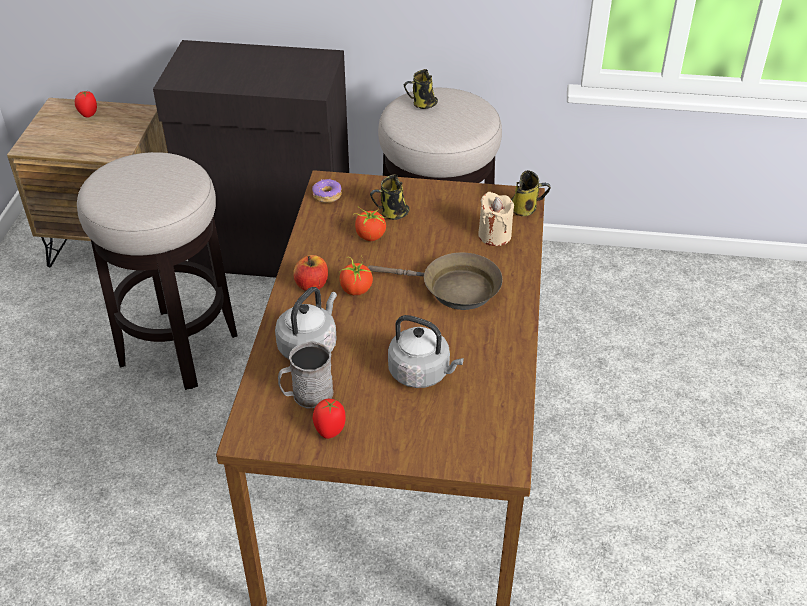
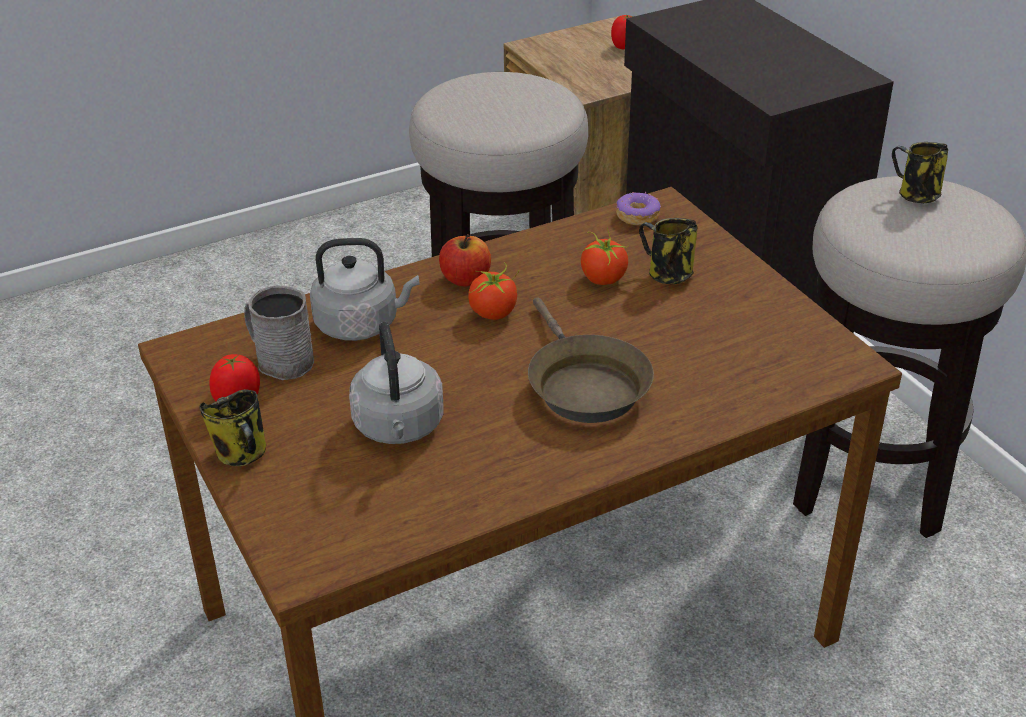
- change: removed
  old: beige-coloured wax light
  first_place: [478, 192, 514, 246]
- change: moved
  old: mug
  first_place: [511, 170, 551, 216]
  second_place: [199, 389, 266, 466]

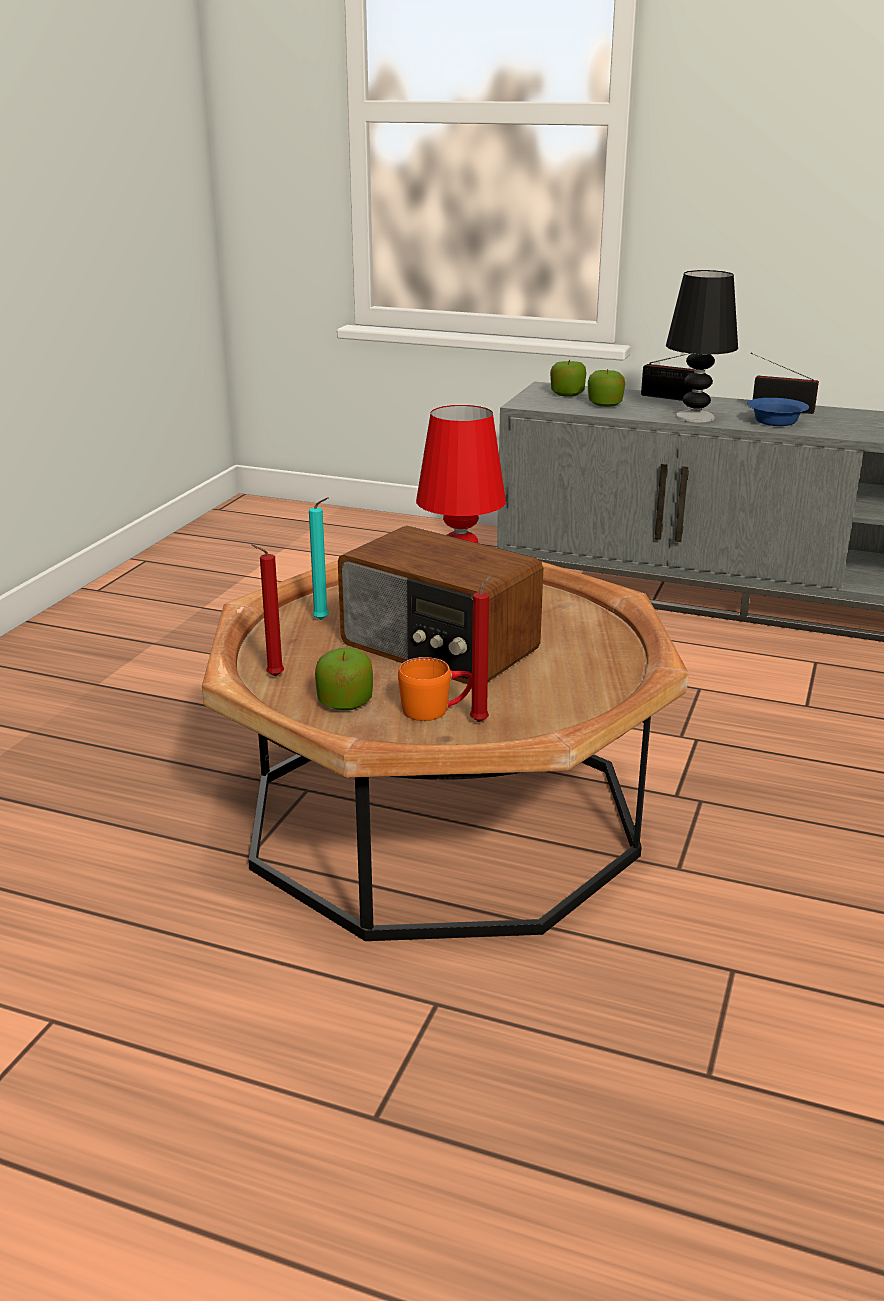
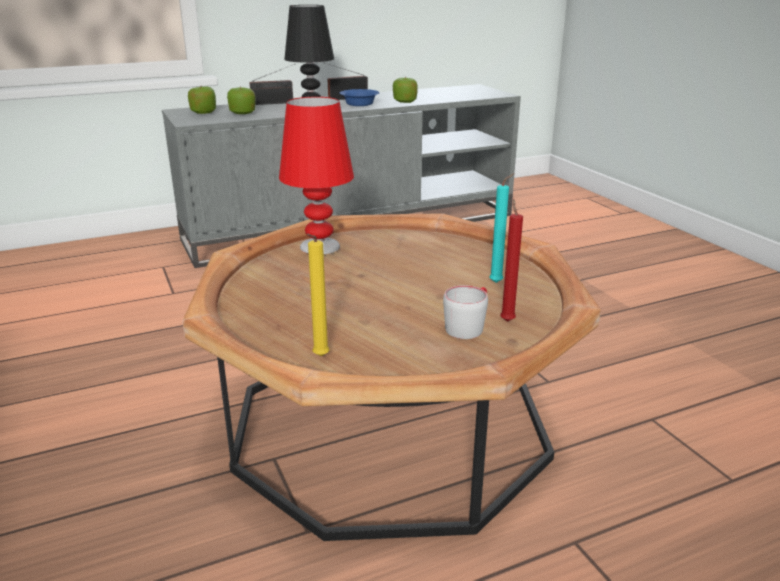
- change: recoloured
  old: red wax light
  new: yellow wax light
  first_place: [251, 544, 284, 677]
  second_place: [307, 234, 329, 356]
- change: moved
  old: blue-green wax light
  first_place: [309, 497, 329, 620]
  second_place: [490, 173, 514, 283]
- change: moved
  old: apple fruit
  first_place: [315, 647, 373, 711]
  second_place: [393, 77, 418, 103]
- change: removed
  old: radio receiver
  first_place: [338, 526, 543, 684]
- change: recoloured
  old: orange-coloured mug
  new: greyish mug
  first_place: [398, 657, 472, 721]
  second_place: [443, 285, 488, 339]

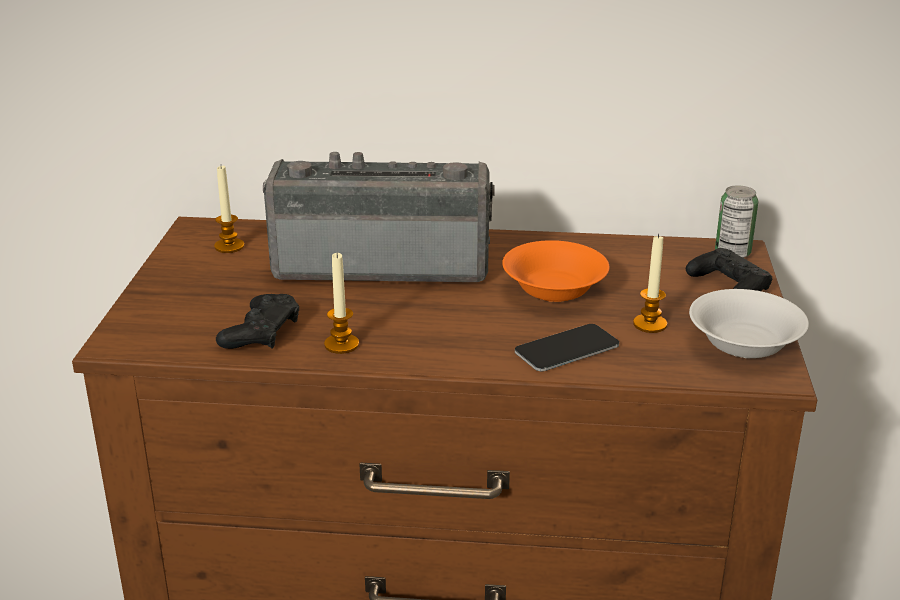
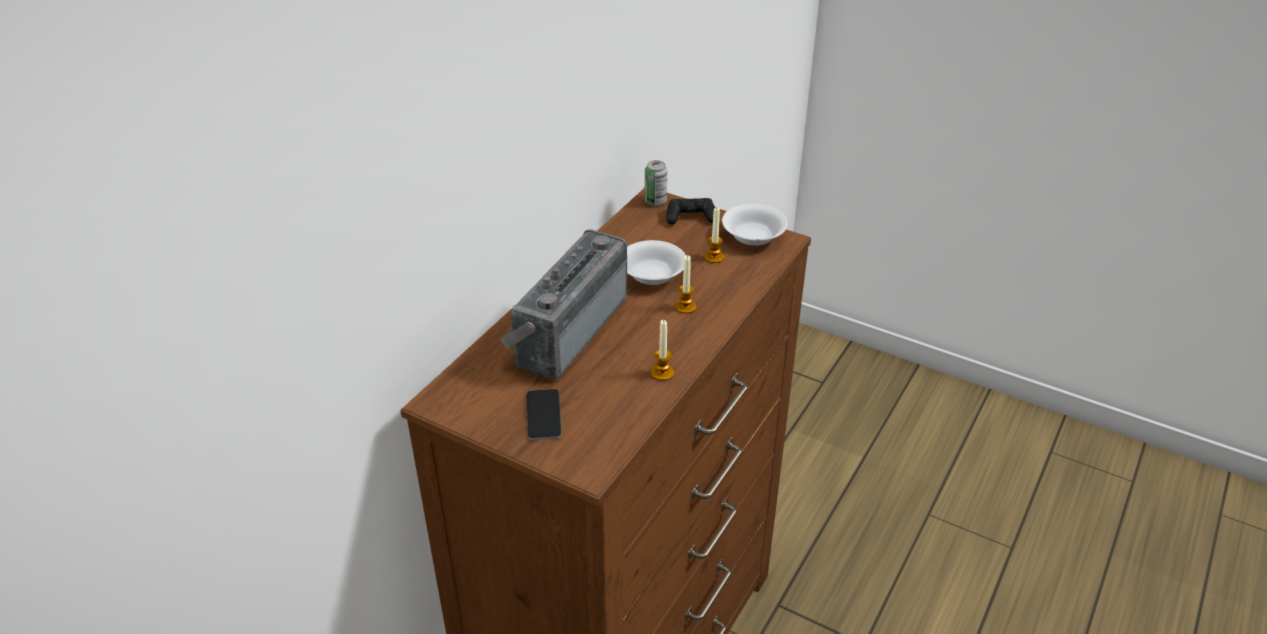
- change: moved
  old: wax light
  first_place: [214, 166, 244, 253]
  second_place: [675, 255, 696, 314]
- change: removed
  old: black game controller
  first_place: [216, 294, 299, 349]
- change: recoloured
  old: orange-coloured serving bowl
  new: white serving bowl
  first_place: [502, 240, 610, 302]
  second_place: [627, 240, 686, 285]
- change: moved
  old: handset
  first_place: [515, 324, 619, 371]
  second_place: [527, 389, 562, 440]

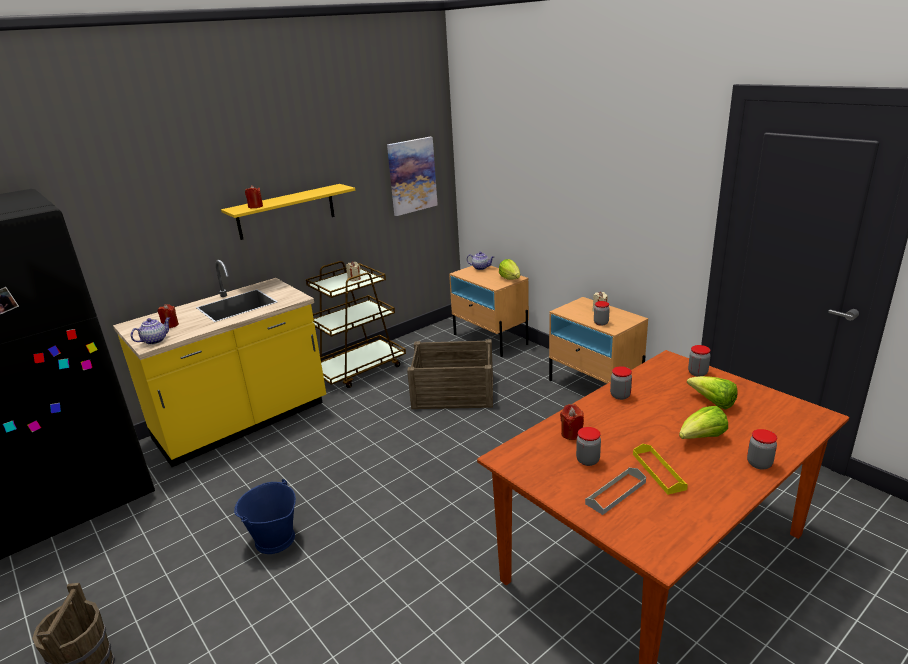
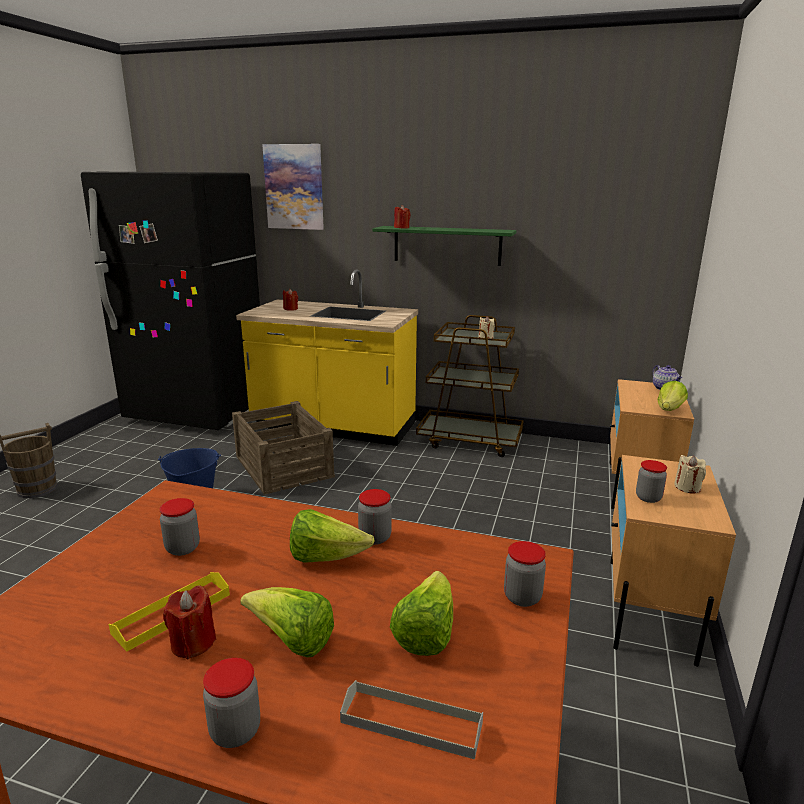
- change: removed
  old: tea pot
  first_place: [131, 317, 170, 345]
- change: recoloured
  old: yellow bracket shelf
  new: greenish bracket shelf
  first_place: [221, 184, 355, 240]
  second_place: [372, 226, 517, 266]
- change: moved
  old: picture
  first_place: [387, 137, 438, 216]
  second_place: [262, 144, 324, 230]
- change: moved
  old: crate
  first_place: [407, 339, 493, 409]
  second_place: [232, 401, 335, 495]
- change: moved
  old: red wax light
  first_place: [560, 404, 584, 440]
  second_place: [163, 585, 216, 659]
- change: moved
  old: greyish tray
  first_place: [585, 468, 646, 515]
  second_place: [340, 680, 483, 759]
- change: added
  new: head of lettuce
  second_place: [290, 509, 375, 563]

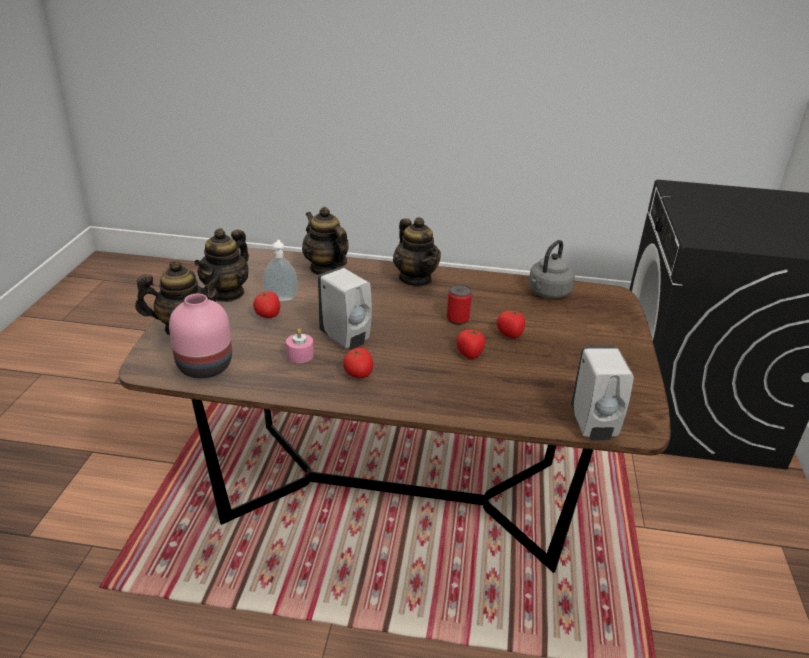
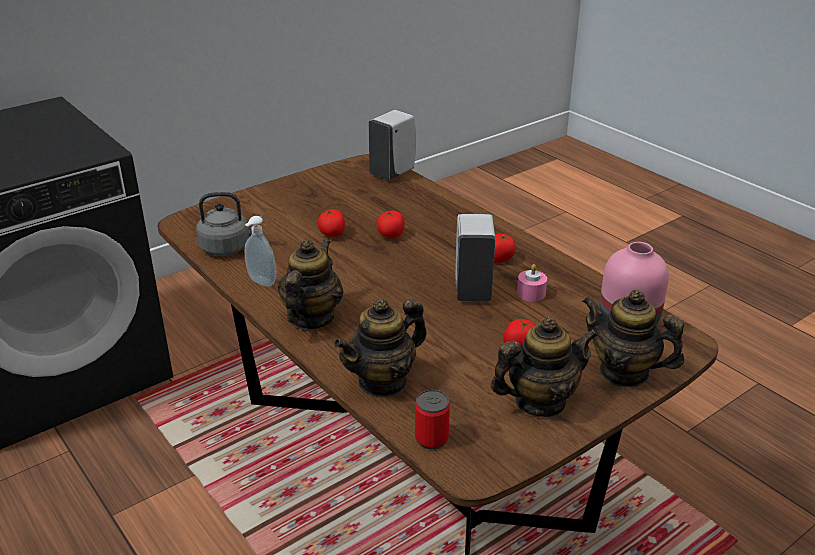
- change: moved
  old: soap dispenser
  first_place: [263, 240, 298, 301]
  second_place: [245, 216, 277, 287]
- change: turned
  old: tea pot
  first_place: [302, 207, 349, 275]
  second_place: [334, 298, 427, 398]
  degrees: 45
- change: moved
  old: sealed can
  first_place: [447, 284, 472, 325]
  second_place: [415, 390, 450, 449]

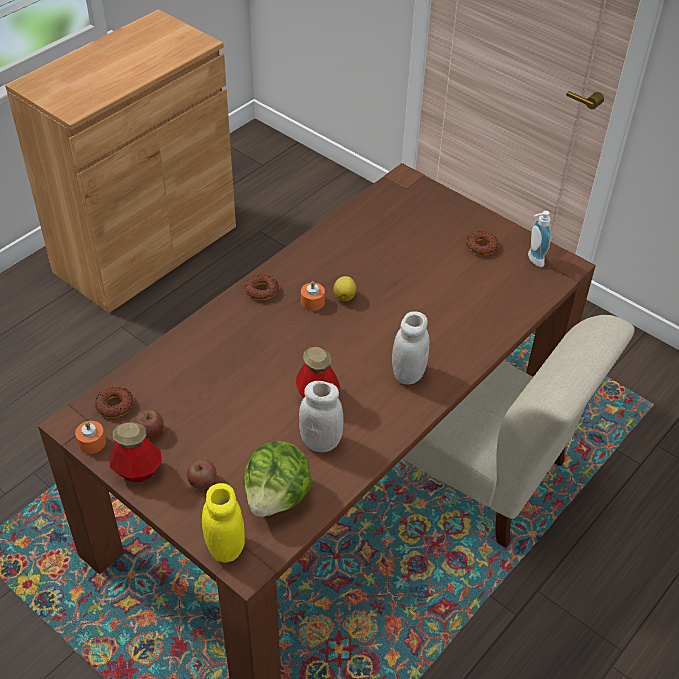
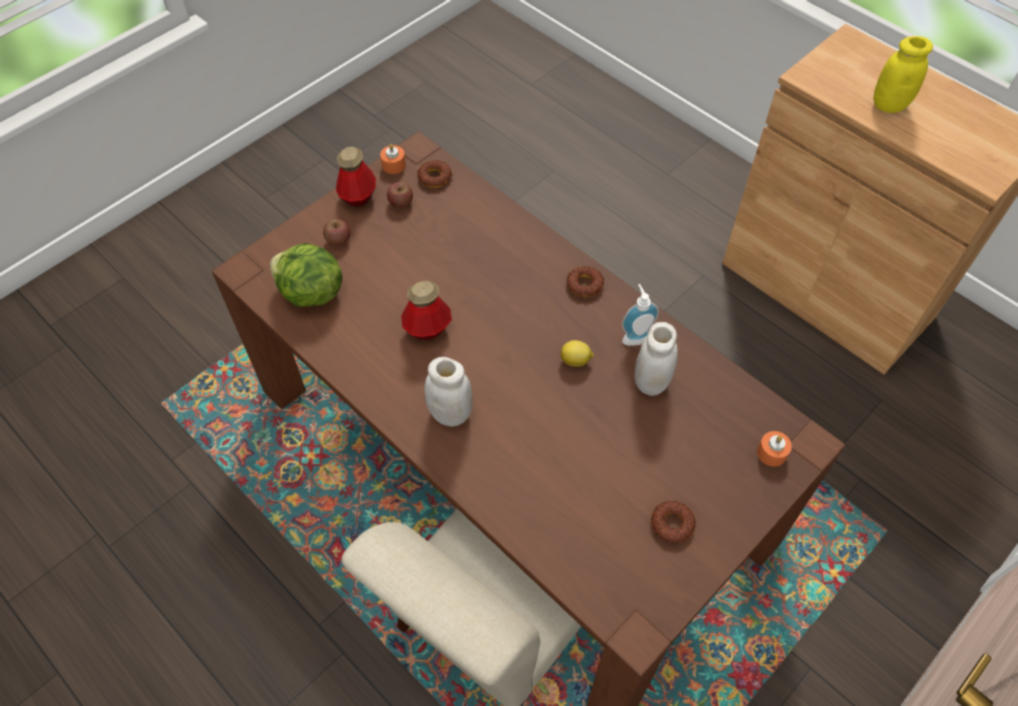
- change: moved
  old: yellow jar
  first_place: [202, 483, 245, 563]
  second_place: [874, 36, 933, 113]
- change: moved
  old: white jar
  first_place: [299, 381, 344, 452]
  second_place: [634, 322, 678, 396]
- change: moved
  old: orange-coloured wax light
  first_place: [301, 281, 325, 311]
  second_place: [757, 431, 792, 467]
- change: moved
  old: soap dispenser
  first_place: [528, 211, 551, 267]
  second_place: [622, 284, 659, 346]

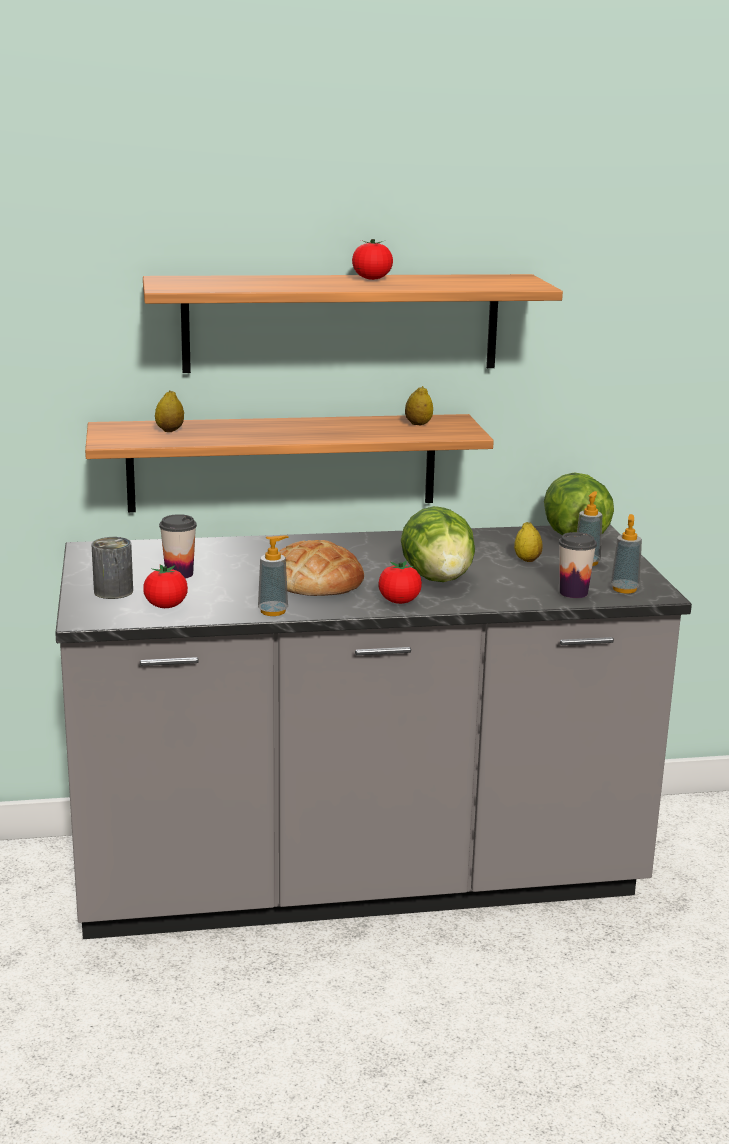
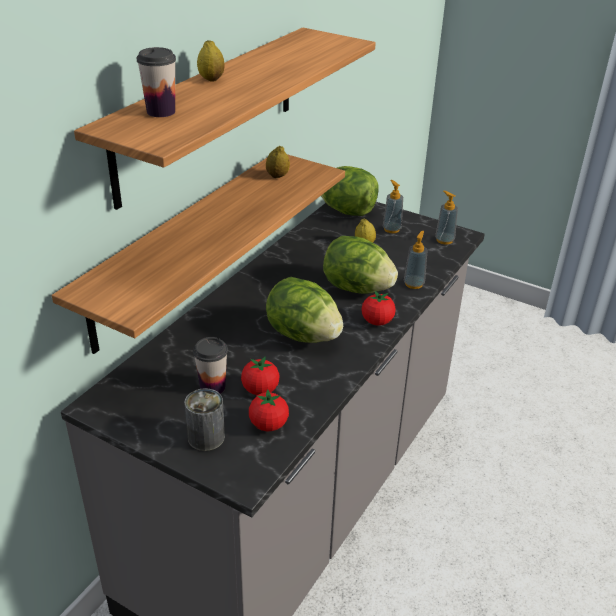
- change: moved
  old: citrus fruit
  first_place: [155, 390, 184, 432]
  second_place: [197, 40, 225, 82]
- change: moved
  old: soap dispenser
  first_place: [258, 535, 289, 616]
  second_place: [404, 231, 428, 289]
- change: replaced
  old: bread
  new: head of lettuce
  first_place: [279, 540, 364, 596]
  second_place: [266, 277, 343, 343]
- change: moved
  old: tomato
  first_place: [352, 239, 393, 280]
  second_place: [241, 356, 279, 395]
- change: moved
  old: drinking cup
  first_place: [559, 532, 597, 598]
  second_place: [137, 47, 176, 117]

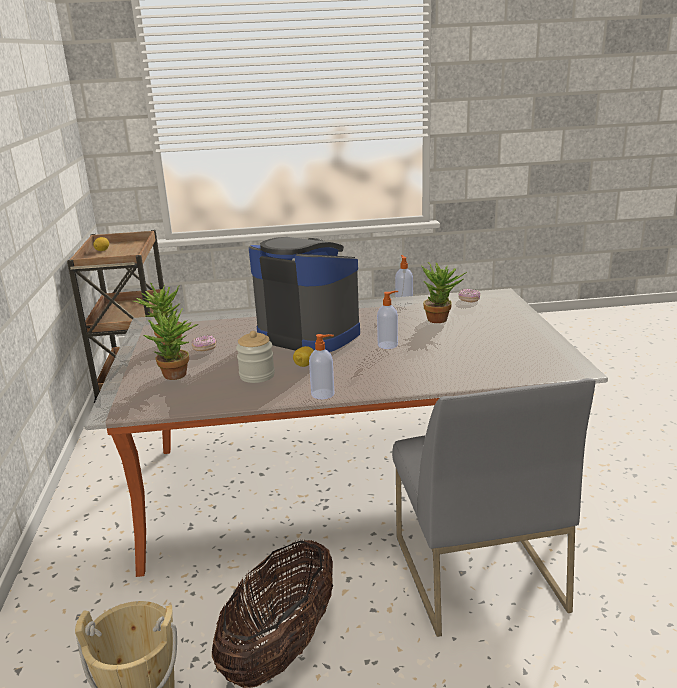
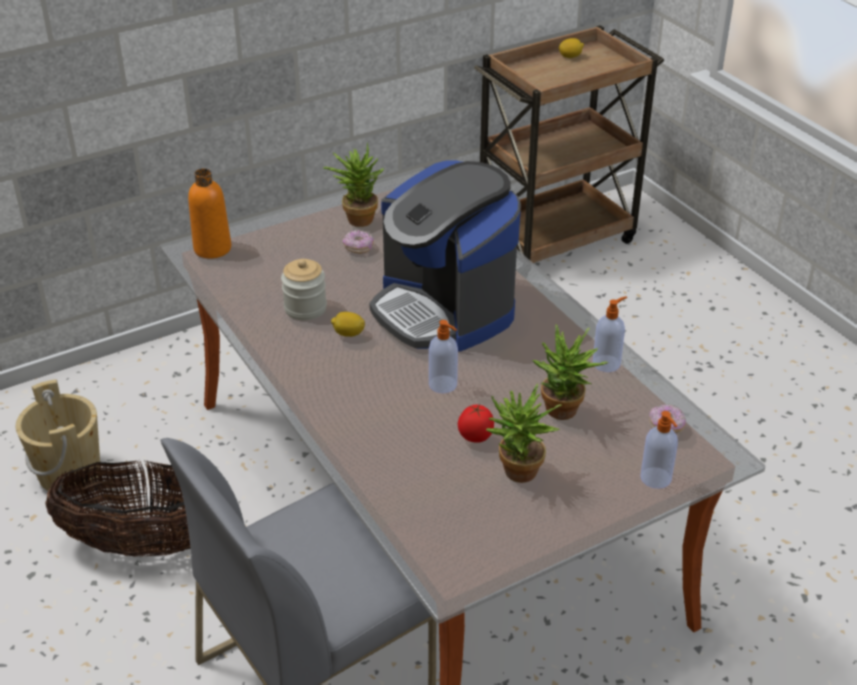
- change: moved
  old: potted plant
  first_place: [144, 308, 198, 380]
  second_place: [486, 384, 561, 483]
- change: turned
  old: coffee maker
  first_place: [249, 237, 360, 352]
  second_place: [370, 161, 521, 352]
  degrees: 135
- change: moved
  old: soap dispenser
  first_place: [309, 334, 334, 399]
  second_place: [640, 411, 678, 489]
- change: added
  new: orange-coloured bottle
  second_place: [188, 168, 231, 259]
- change: added
  new: tomato
  second_place: [458, 404, 494, 443]

